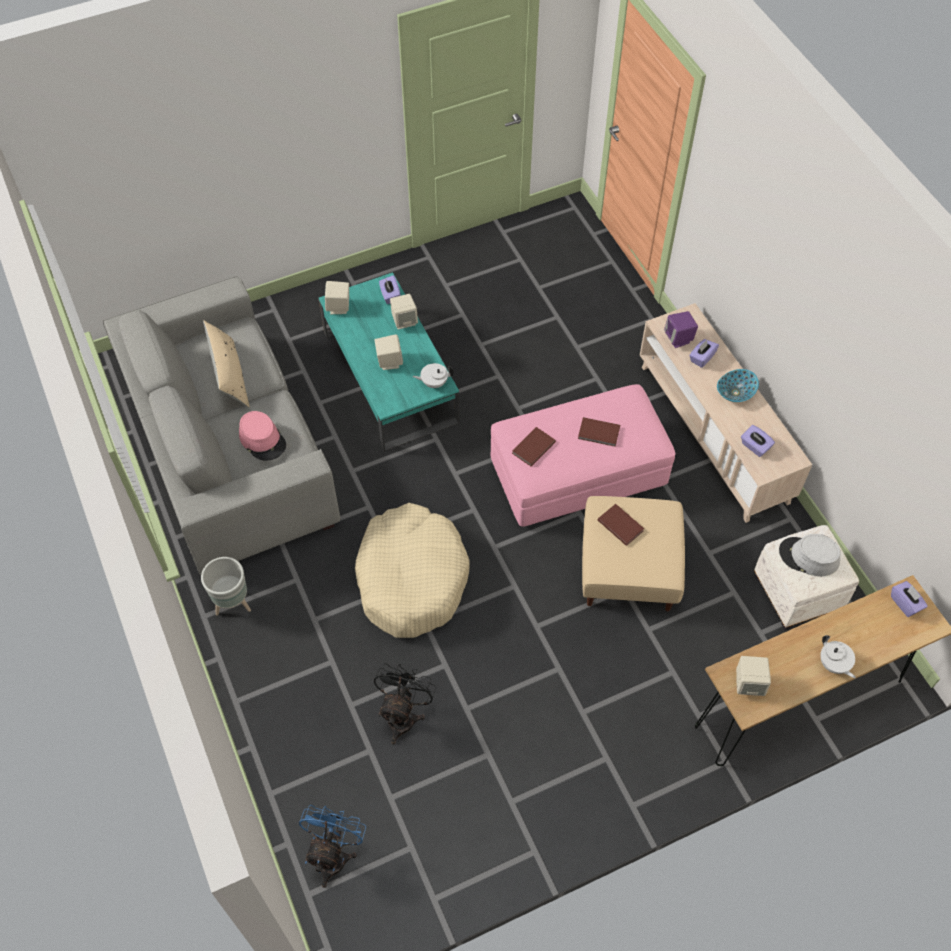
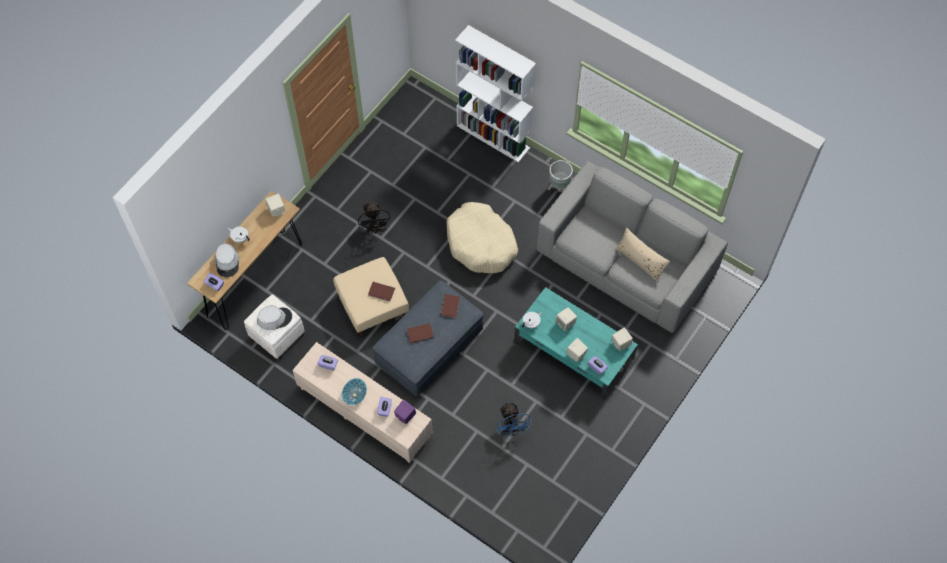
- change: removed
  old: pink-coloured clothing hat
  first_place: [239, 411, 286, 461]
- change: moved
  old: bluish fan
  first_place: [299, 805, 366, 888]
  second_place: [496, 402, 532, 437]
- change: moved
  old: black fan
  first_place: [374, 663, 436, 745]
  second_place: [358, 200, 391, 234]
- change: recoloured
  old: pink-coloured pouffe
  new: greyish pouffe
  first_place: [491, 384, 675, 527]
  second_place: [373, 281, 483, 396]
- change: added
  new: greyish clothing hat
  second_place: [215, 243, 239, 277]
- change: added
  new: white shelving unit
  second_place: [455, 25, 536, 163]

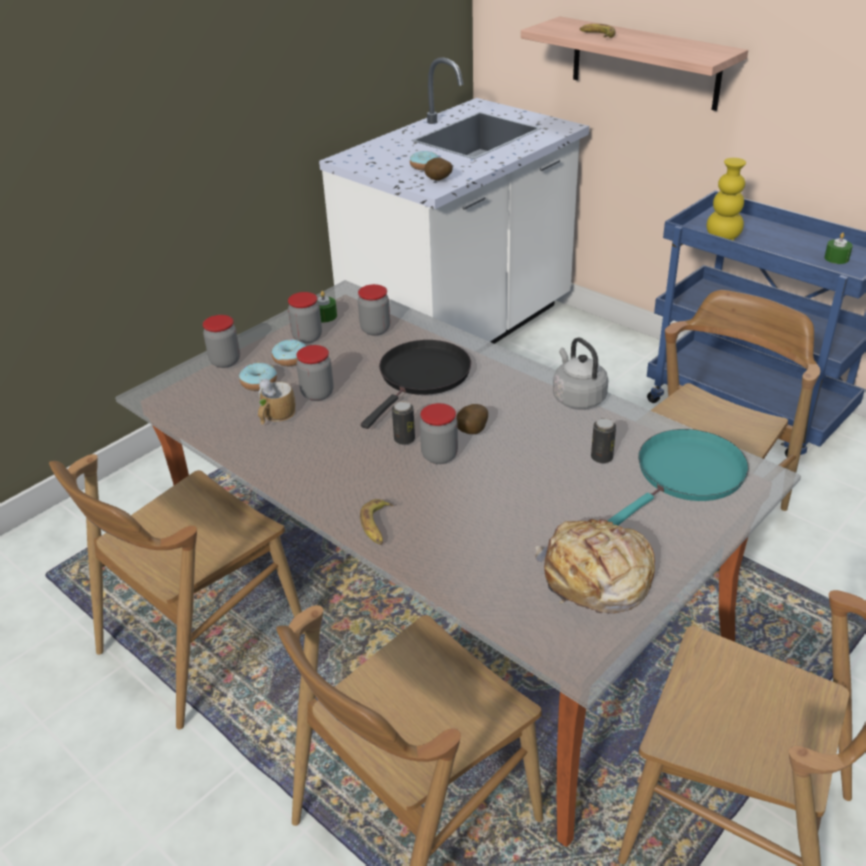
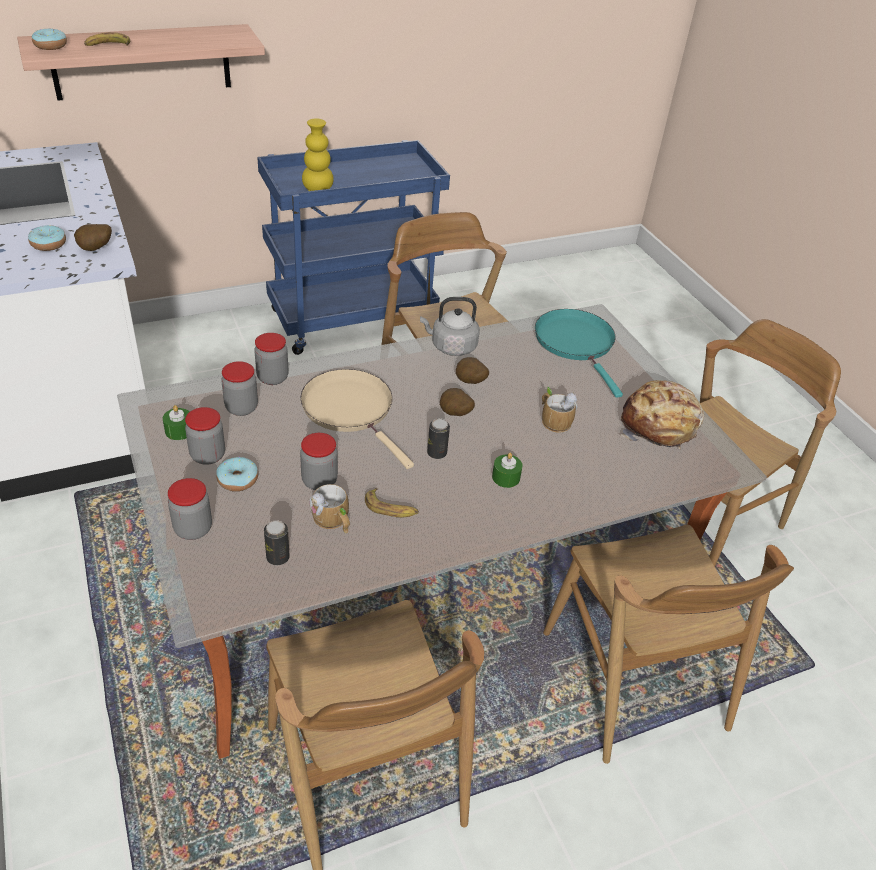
- change: moved
  old: ring doughnut
  first_place: [239, 362, 277, 391]
  second_place: [32, 28, 67, 50]
- change: moved
  old: banana
  first_place: [360, 499, 393, 545]
  second_place: [365, 488, 419, 517]
- change: recoloured
  old: black skillet
  new: beige-coloured skillet
  first_place: [361, 340, 471, 429]
  second_place: [300, 369, 414, 469]
- change: moved
  old: jar
  first_place: [420, 403, 458, 464]
  second_place: [254, 333, 289, 385]
- change: moved
  old: sealed can
  first_place: [591, 418, 616, 464]
  second_place: [264, 520, 290, 565]
- change: moved
  old: greenish wax light
  first_place: [824, 233, 853, 264]
  second_place: [492, 453, 523, 488]
- change: added
  new: potato
  second_place: [456, 357, 489, 384]
- change: added
  new: mug
  second_place: [542, 387, 578, 433]

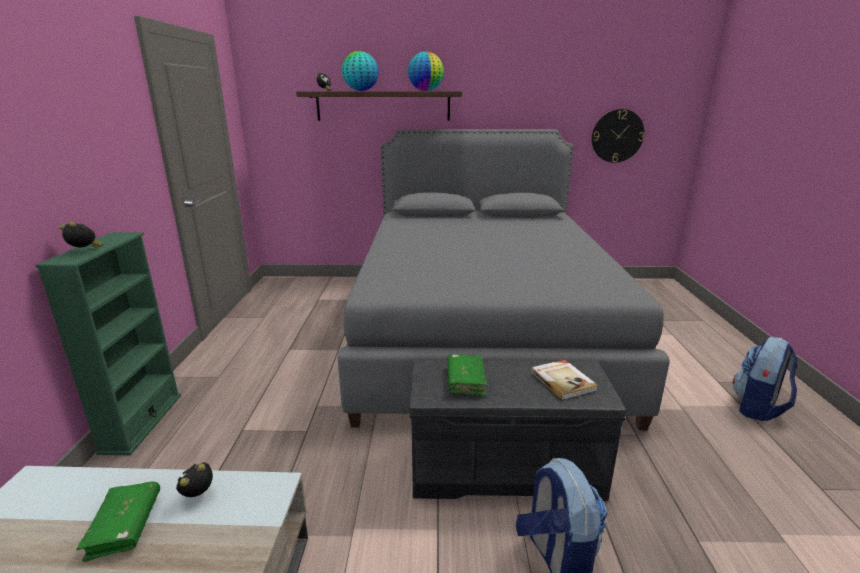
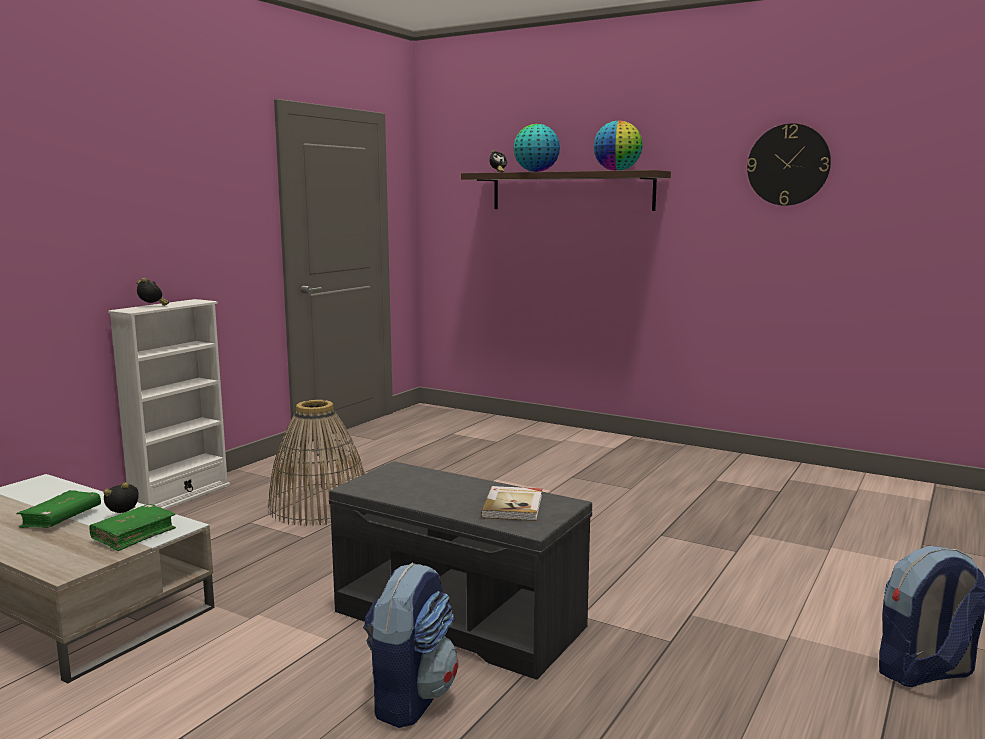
- change: recoloured
  old: greenish shelving unit
  new: white shelving unit
  first_place: [35, 232, 181, 455]
  second_place: [108, 299, 230, 510]
- change: removed
  old: greyish bedroom bed
  first_place: [338, 129, 670, 431]
- change: moved
  old: greenish book
  first_place: [447, 354, 488, 396]
  second_place: [89, 504, 176, 551]
- change: moved
  old: wall clock
  first_place: [592, 109, 645, 163]
  second_place: [747, 123, 831, 206]
- change: added
  new: household basket
  second_place: [268, 400, 365, 526]

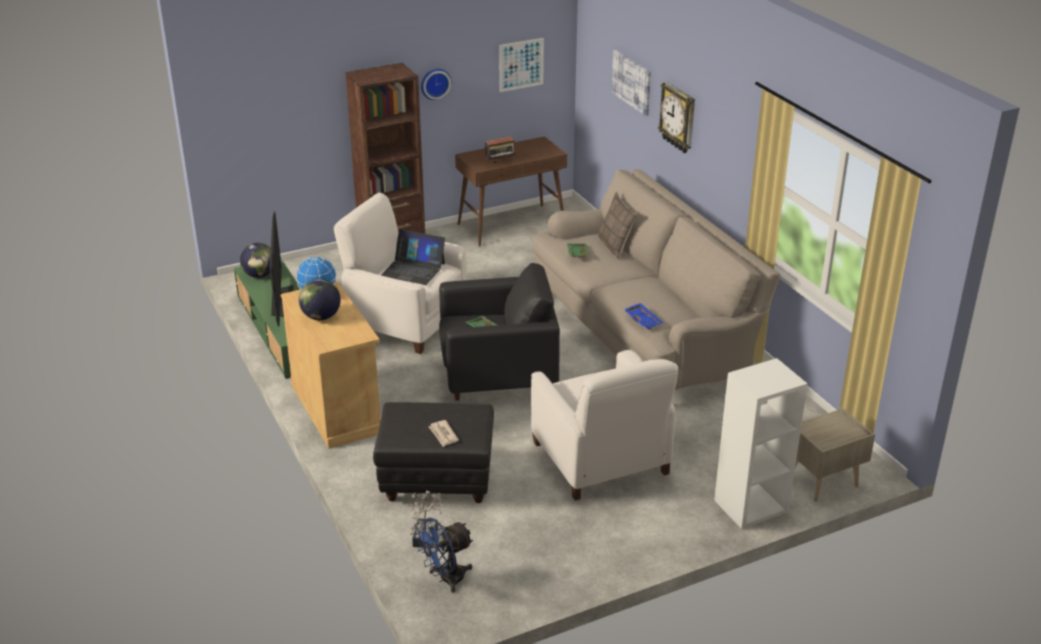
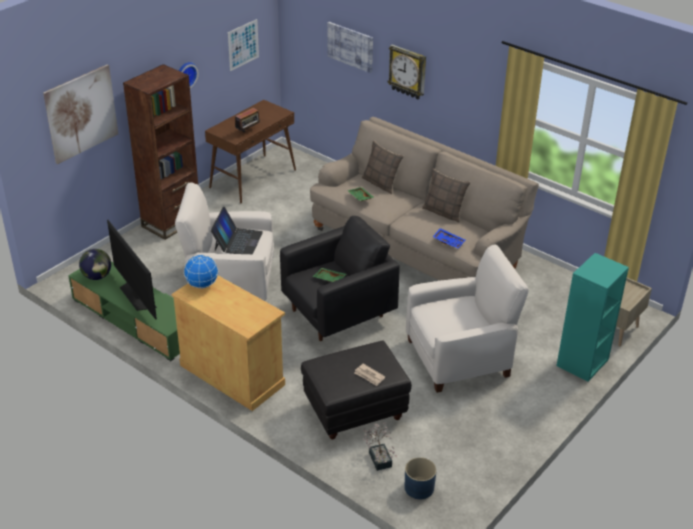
- change: removed
  old: globe
  first_place: [299, 279, 341, 320]
- change: turned
  old: portable computer
  first_place: [381, 229, 445, 285]
  second_place: [211, 207, 263, 254]
  degrees: -75
- change: replaced
  old: bluish fan
  new: bluish flower pot
  first_place: [413, 517, 473, 593]
  second_place: [405, 457, 437, 499]
- change: turned
  old: white armchair
  first_place: [531, 350, 678, 500]
  second_place: [406, 244, 529, 393]
  degrees: -60
- change: recoloured
  old: white shelving unit
  new: blue-green shelving unit
  first_place: [714, 358, 807, 529]
  second_place: [556, 253, 629, 382]
- change: added
  new: picture
  second_place: [43, 64, 118, 164]
- change: added
  new: pillow
  second_place: [422, 168, 470, 223]

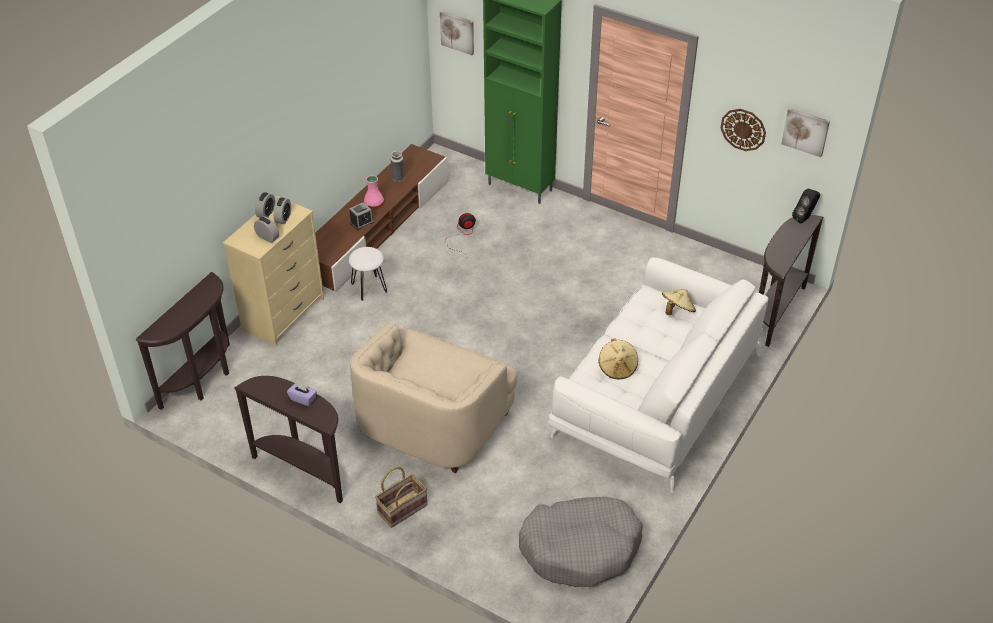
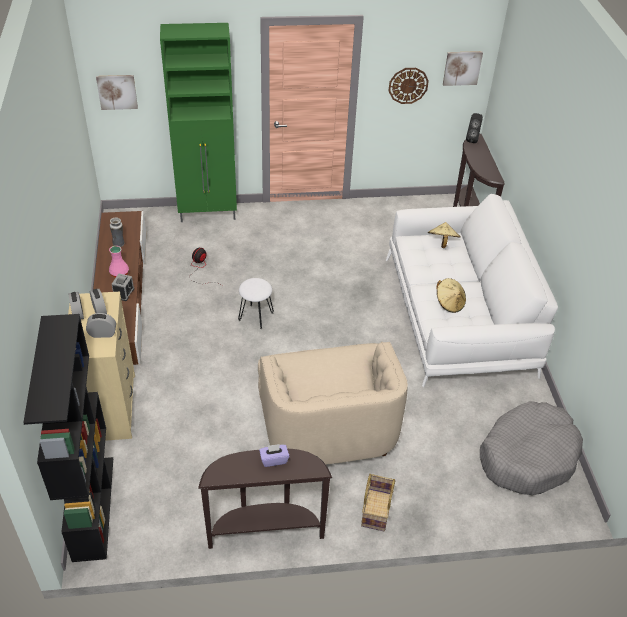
- change: replaced
  old: brownish hall table
  new: black shelving unit
  first_place: [136, 272, 230, 410]
  second_place: [23, 314, 113, 562]
- change: moved
  old: white stool
  first_place: [349, 247, 387, 301]
  second_place: [238, 278, 274, 329]

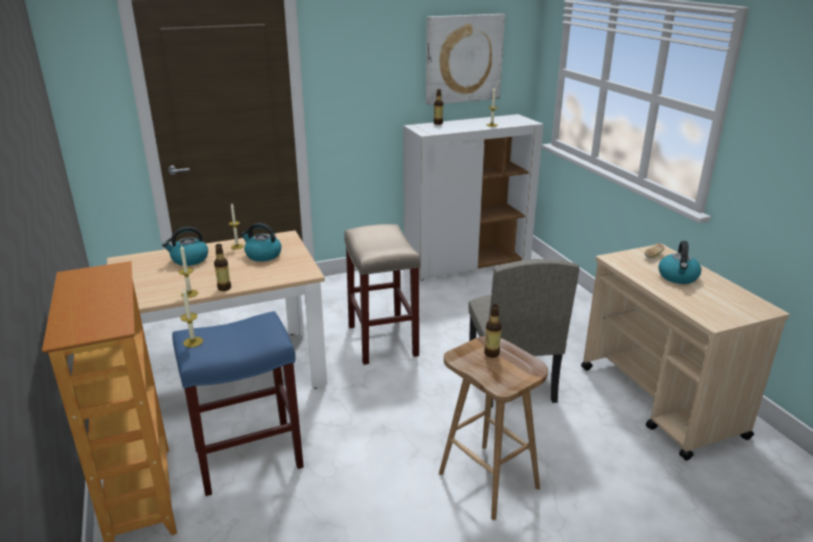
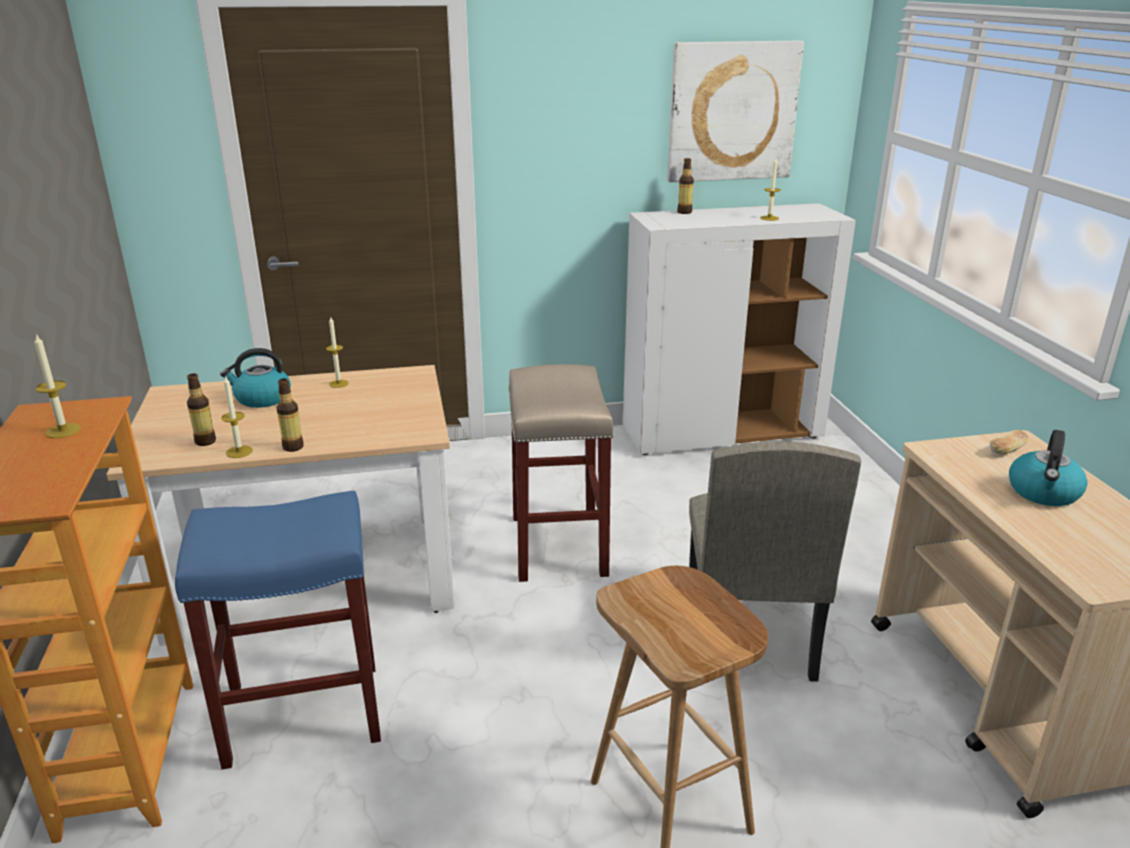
- change: moved
  old: wax light
  first_place: [180, 288, 203, 348]
  second_place: [35, 334, 81, 438]
- change: removed
  old: kettle
  first_place: [241, 223, 282, 262]
- change: moved
  old: bottle
  first_place: [484, 304, 502, 358]
  second_place: [187, 373, 216, 446]

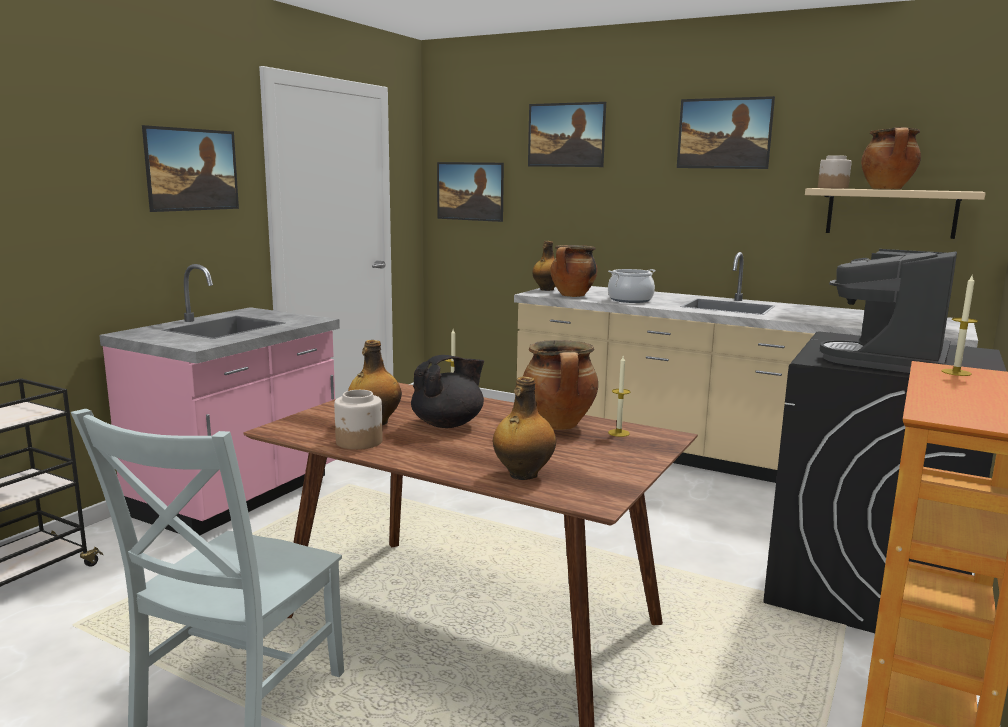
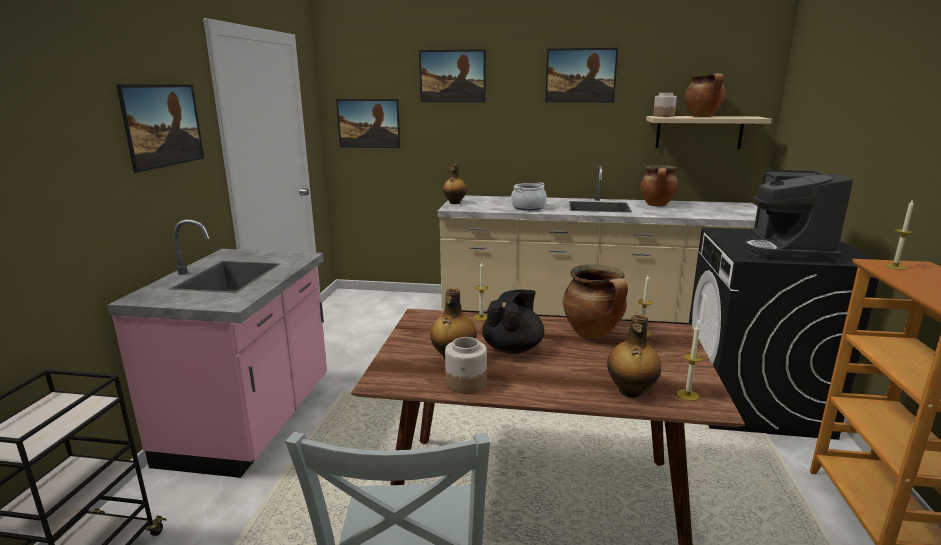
- change: moved
  old: cooking pot
  first_place: [550, 245, 597, 297]
  second_place: [640, 165, 678, 207]
- change: added
  new: wax light
  second_place: [677, 324, 703, 401]

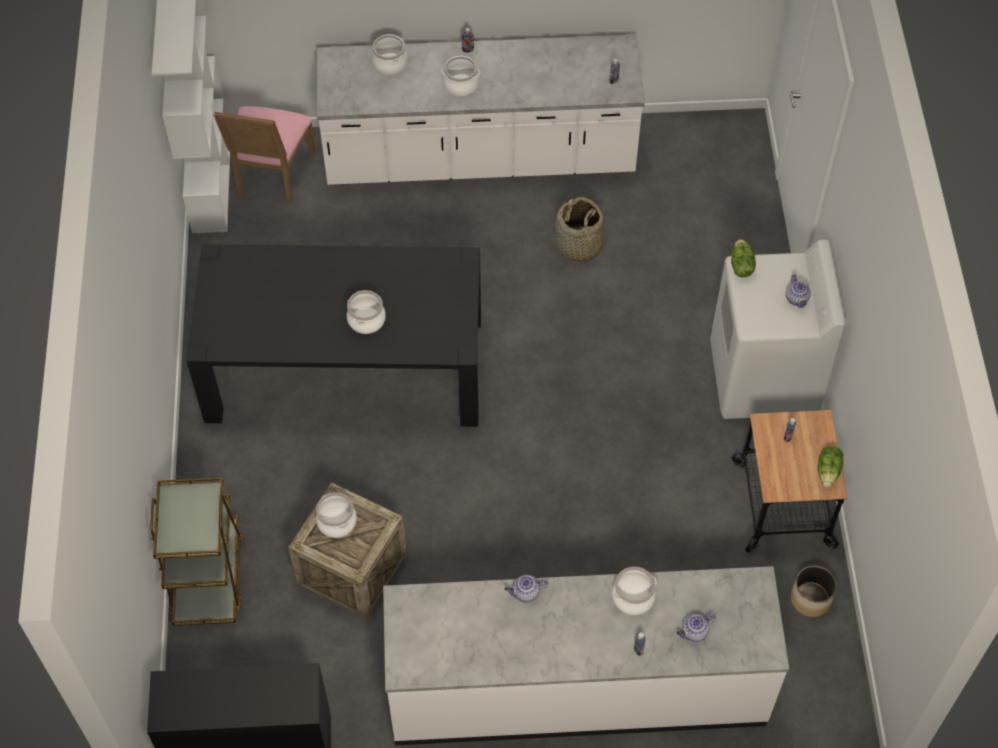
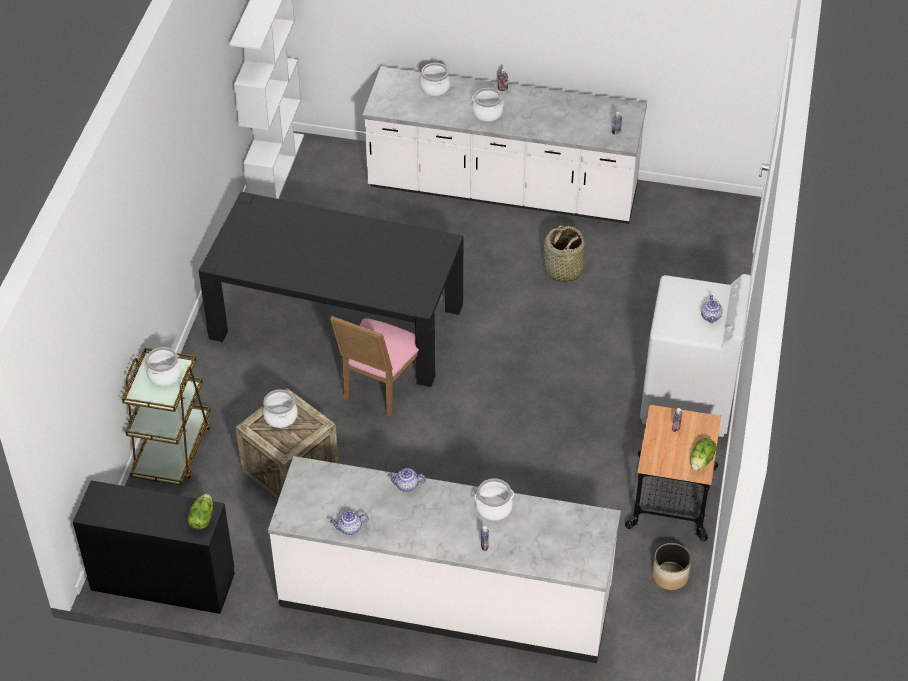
- change: moved
  old: pink-coloured upright chair
  first_place: [213, 106, 316, 204]
  second_place: [330, 316, 419, 417]
- change: moved
  old: cooking pot
  first_place: [347, 290, 386, 334]
  second_place: [146, 347, 181, 386]
- change: moved
  old: tea pot
  first_place: [676, 614, 716, 642]
  second_place: [330, 511, 369, 535]
- change: moved
  old: head of lettuce
  first_place: [731, 239, 756, 277]
  second_place: [187, 494, 213, 530]

